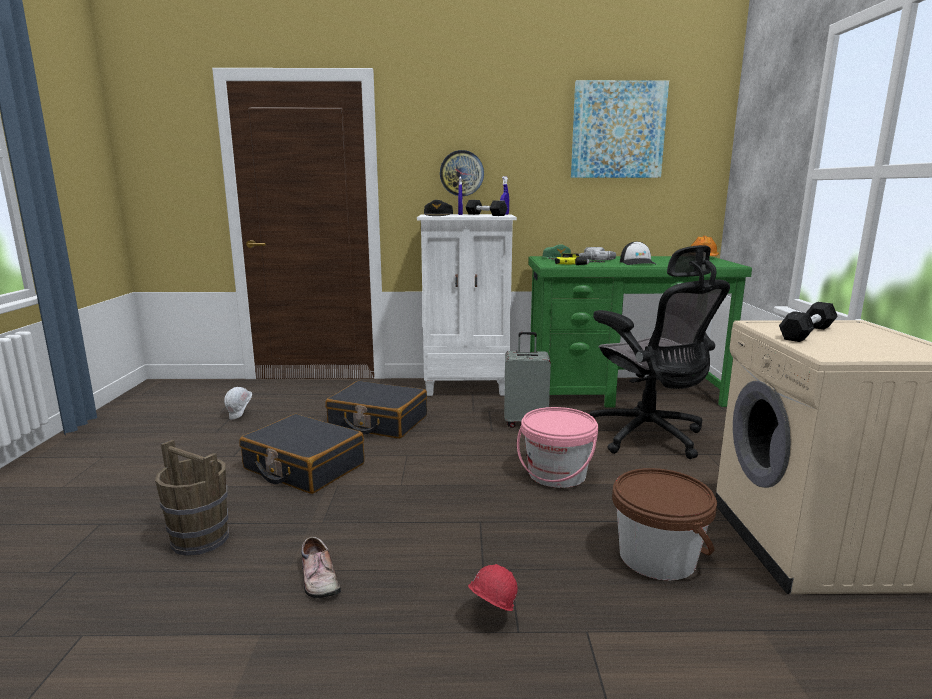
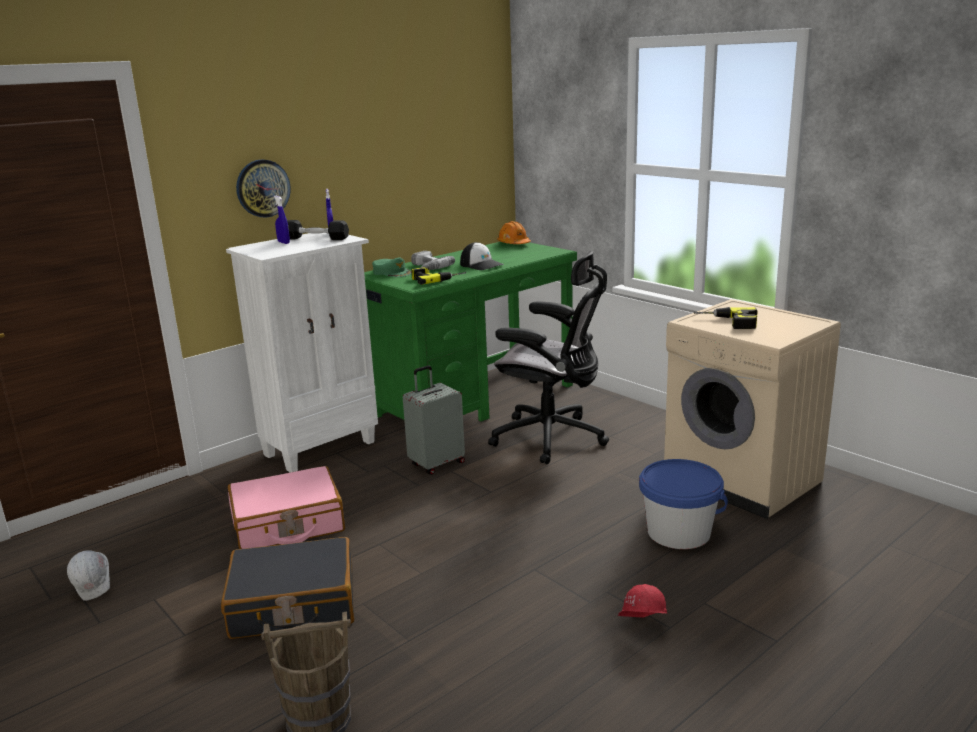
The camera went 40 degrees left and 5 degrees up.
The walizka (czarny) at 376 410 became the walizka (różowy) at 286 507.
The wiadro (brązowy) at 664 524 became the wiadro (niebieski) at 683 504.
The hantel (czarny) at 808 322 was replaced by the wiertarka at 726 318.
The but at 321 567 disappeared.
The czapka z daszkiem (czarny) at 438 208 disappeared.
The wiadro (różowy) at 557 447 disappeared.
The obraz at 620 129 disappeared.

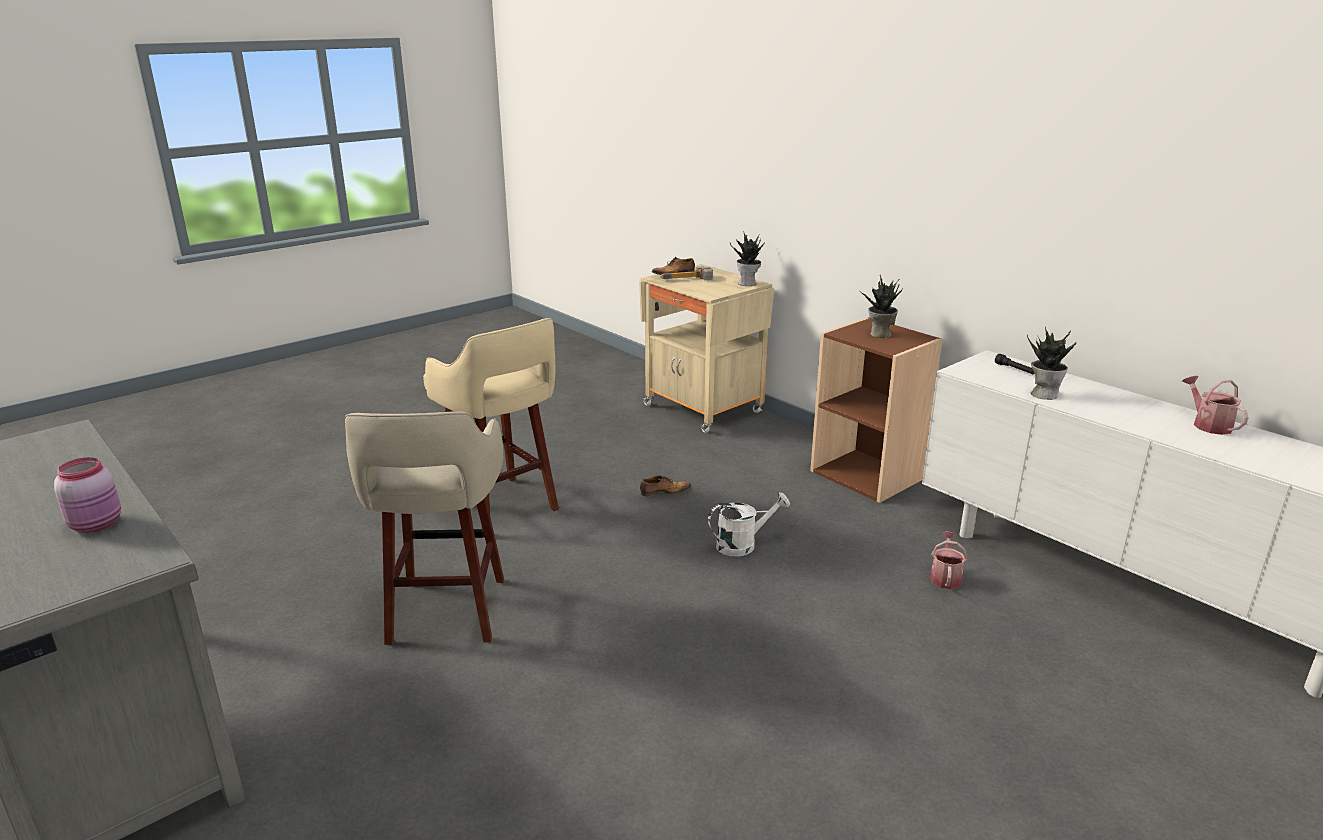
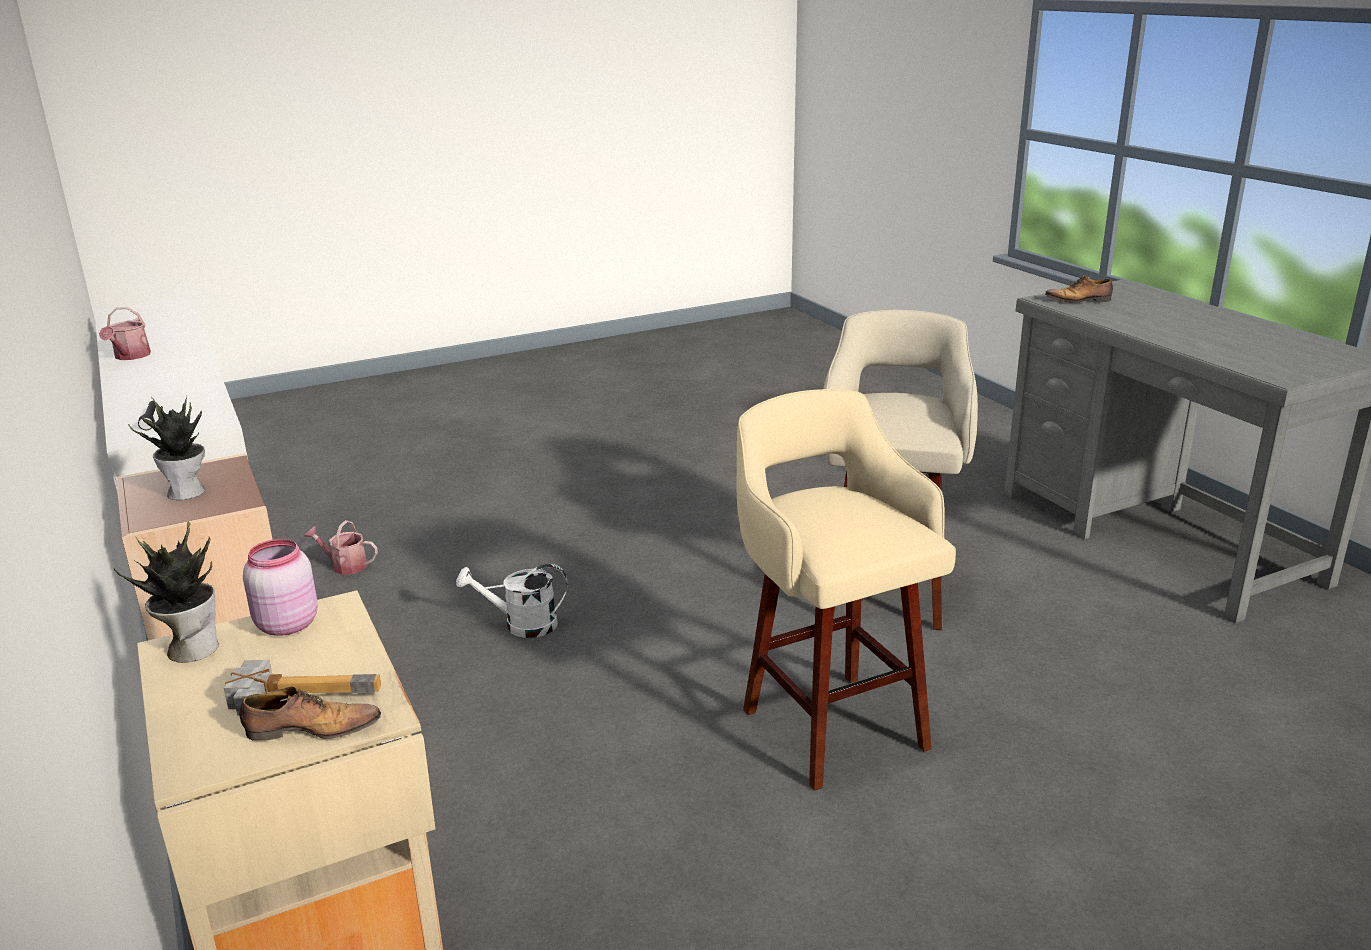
The camera went 165 degrees left and 0 degrees up.
The słoik (różowy) moved from 87 495 to 280 587.
The konewka at 948 560 turned 75 degrees clockwise.
The but moved from 665 485 to 1079 289.
The roślina doniczkowa at 1051 363 disappeared.

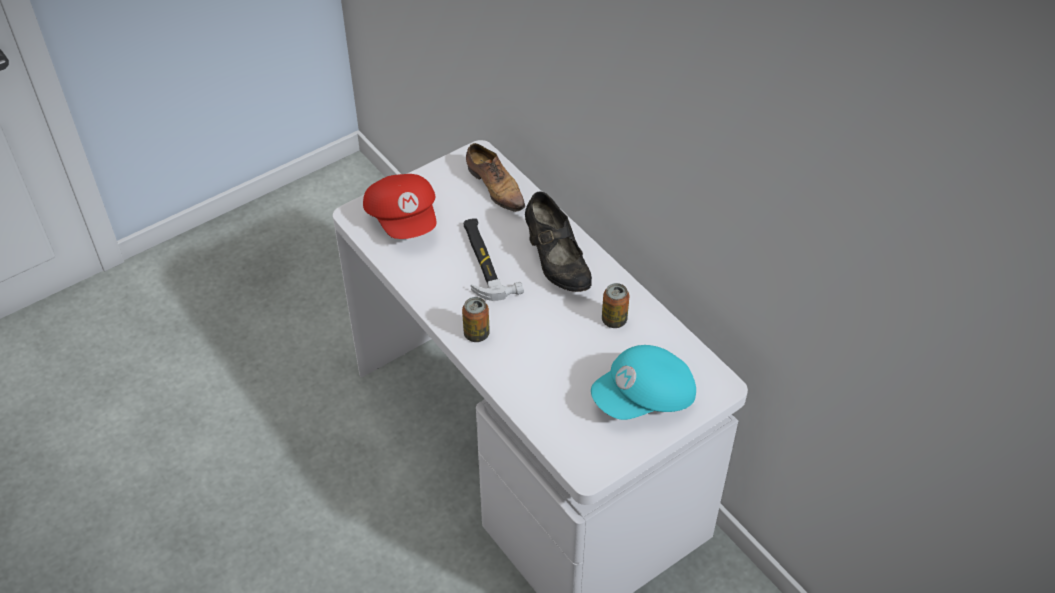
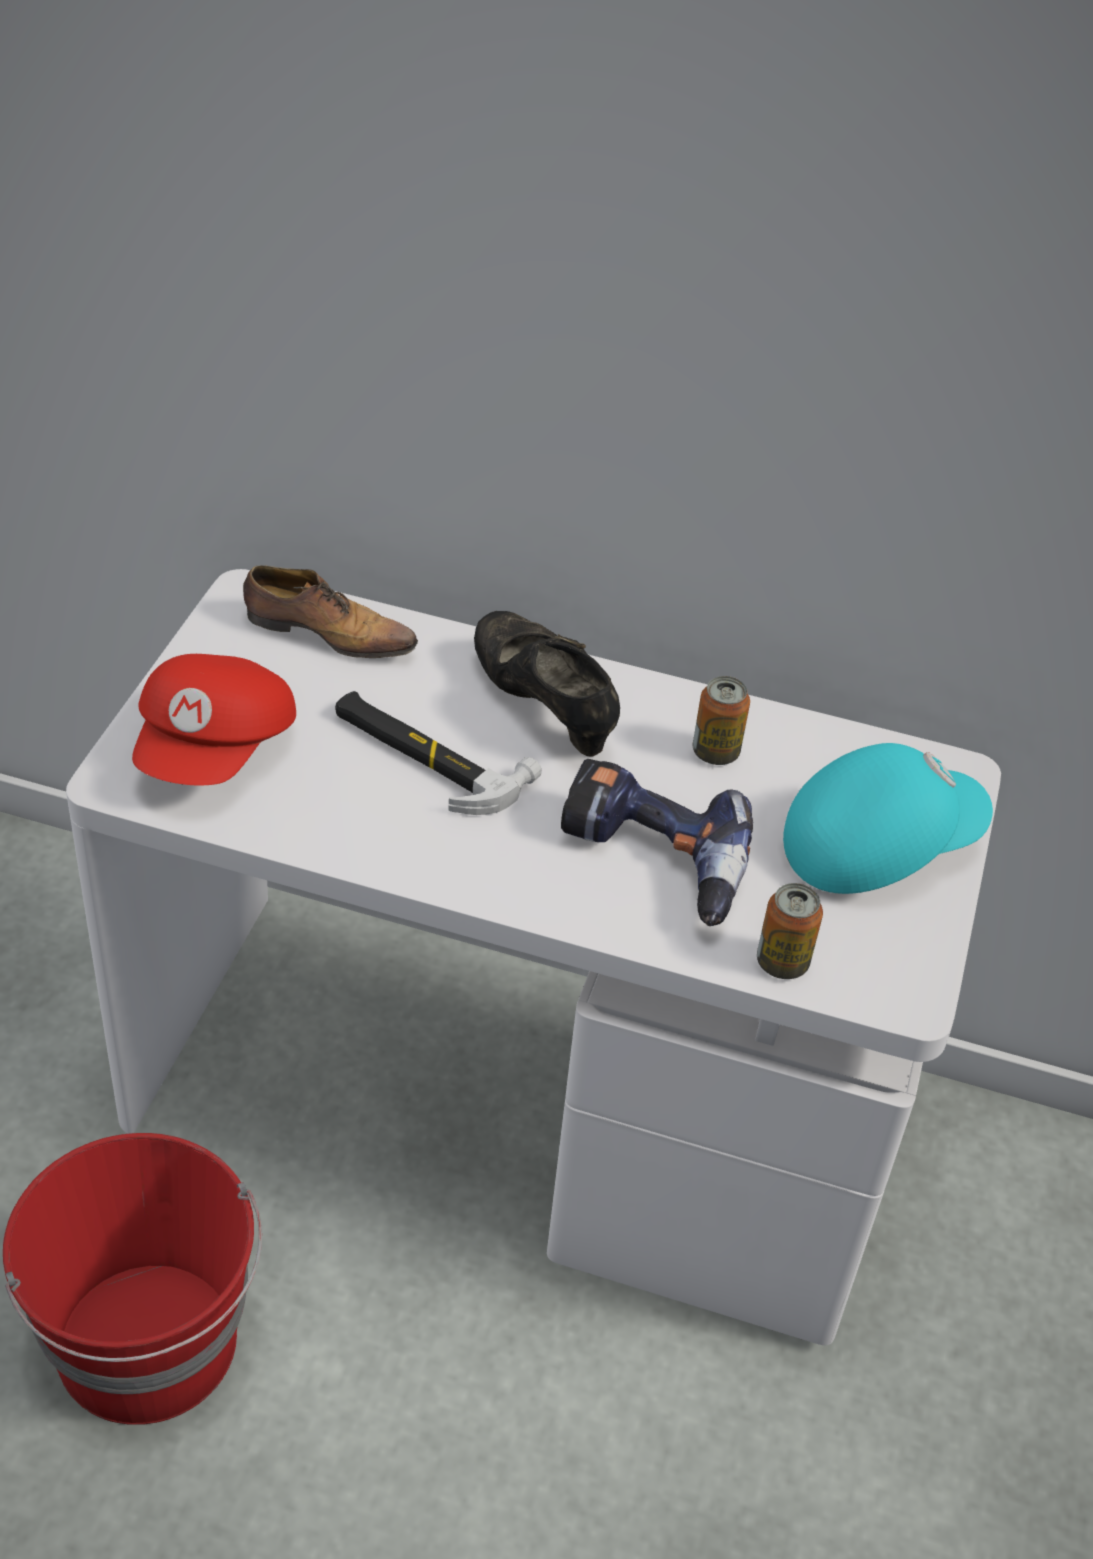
The camera went 40 degrees left and 5 degrees down.
The wiadro (czerwony) at 132 1279 appeared.
The czapka z daszkiem (czerwony) at 399 206 turned 75 degrees clockwise.
The but (czarny) at 558 241 turned 150 degrees counterclockwise.
The wiertarka at 657 842 appeared.
The puszka moved from 476 319 to 790 931.
The czapka z daszkiem (turkusowy) at 643 382 turned 135 degrees counterclockwise.

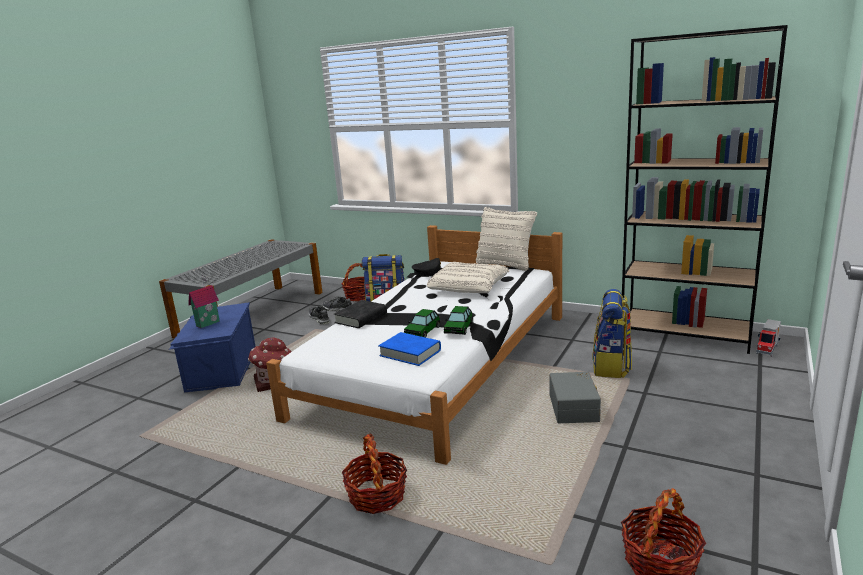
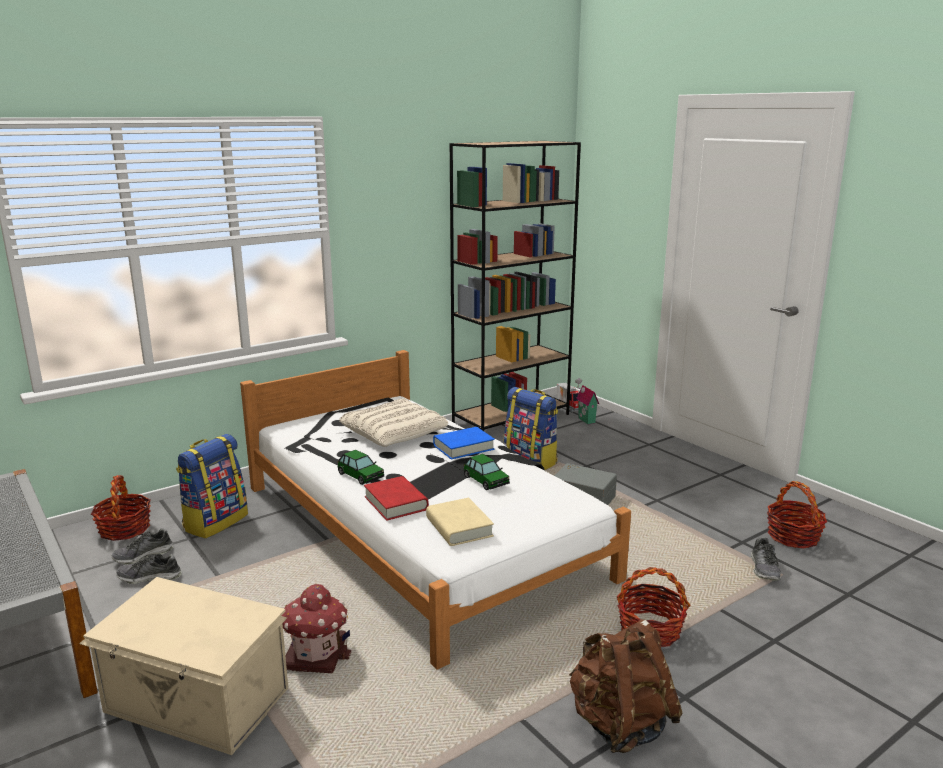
The camera went 65 degrees left and 0 degrees up.
The pojemnik do przechowywania (niebieski) at 212 347 became the pojemnik do przechowywania (beżowy) at 183 666.
The samochodzik moved from 458 320 to 361 467.
The książka (czarny) at 360 314 became the książka (czerwony) at 396 498.
The książka (beżowy) at 460 522 appeared.
The książka (niebieski) moved from 409 349 to 464 443.
The plecak (brązowy) at 626 686 appeared.
The domek moved from 204 302 to 587 401.
The but at 766 559 appeared.
The czapka z daszkiem (czarny) at 427 267 disappeared.
The poduszka (beżowy) at 506 239 disappeared.

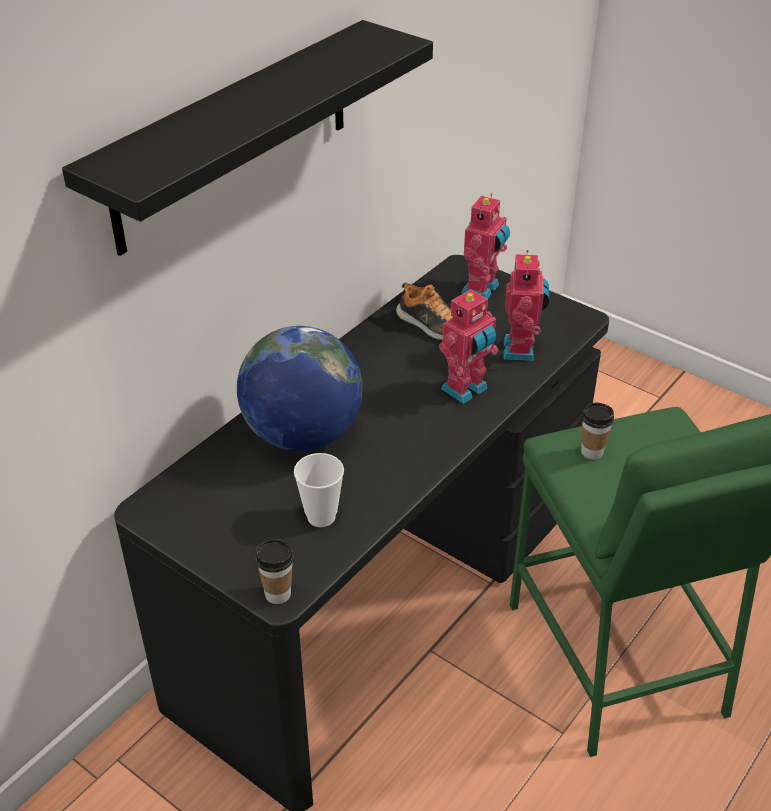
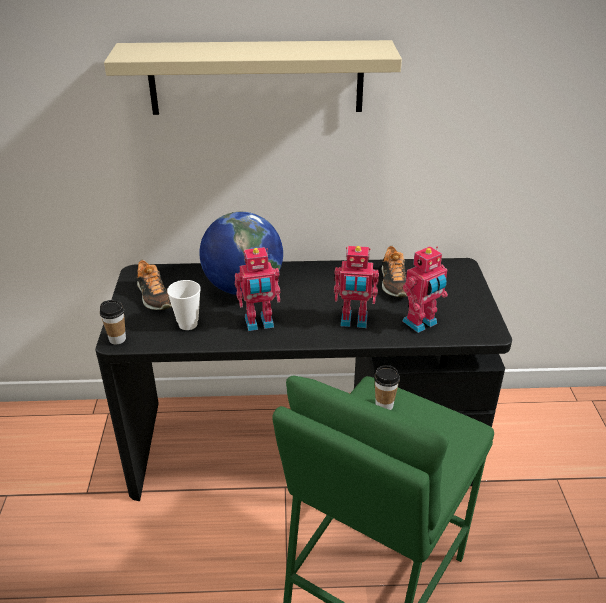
The camera went 50 degrees right and 5 degrees down.
The półka (czarny) at 247 138 became the półka (beżowy) at 253 77.
The but at 154 285 appeared.
The robot zabawkowy moved from 486 246 to 257 289.

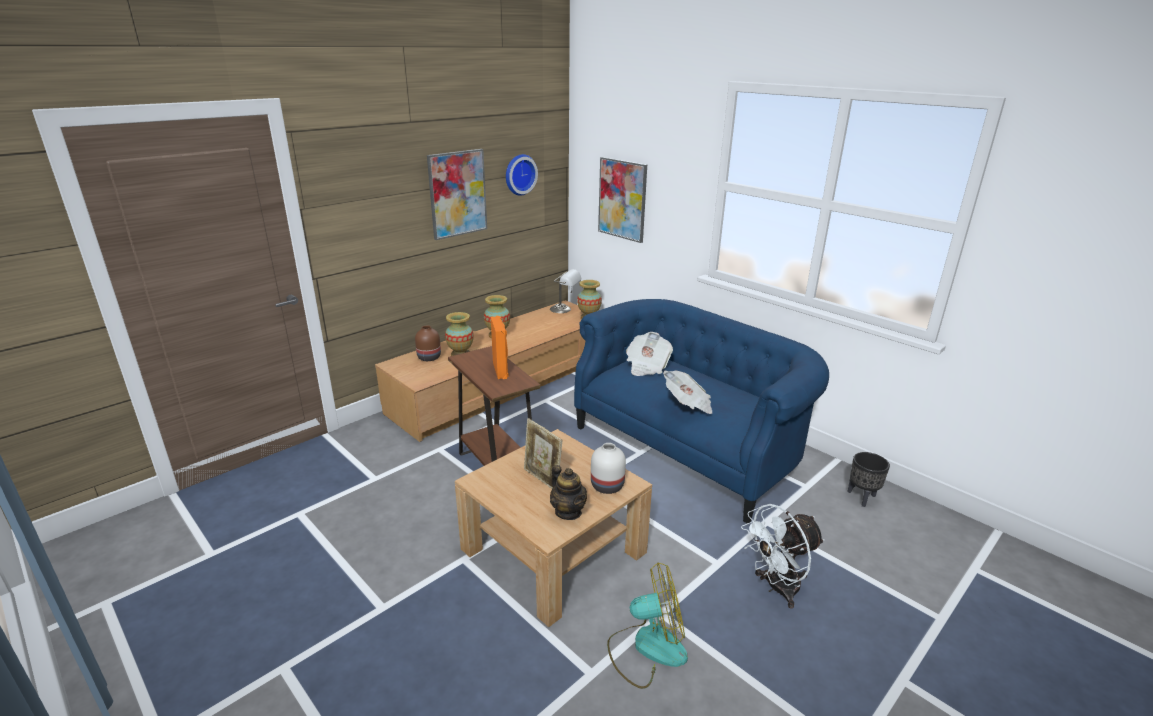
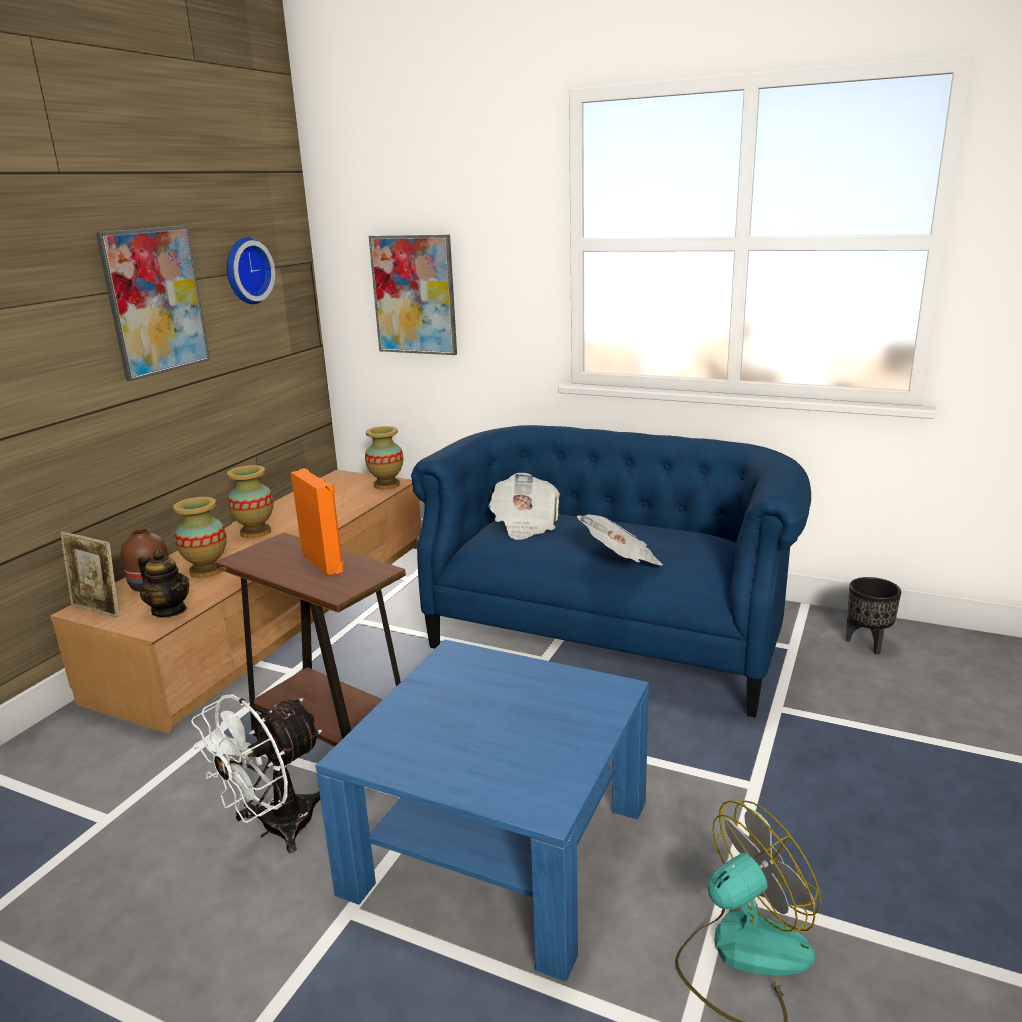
The camera went 20 degrees left and 5 degrees down.
The ramka na zdjęcie moved from 543 453 to 89 574.
The imbryk moved from 568 492 to 164 583.
The wentylator (biały) moved from 783 556 to 256 773.
The ława (brązowy) at 553 528 became the ława (niebieski) at 482 810.
The lampa stołowa (biały) at 566 291 disappeared.
The wazon (biały) at 608 468 disappeared.

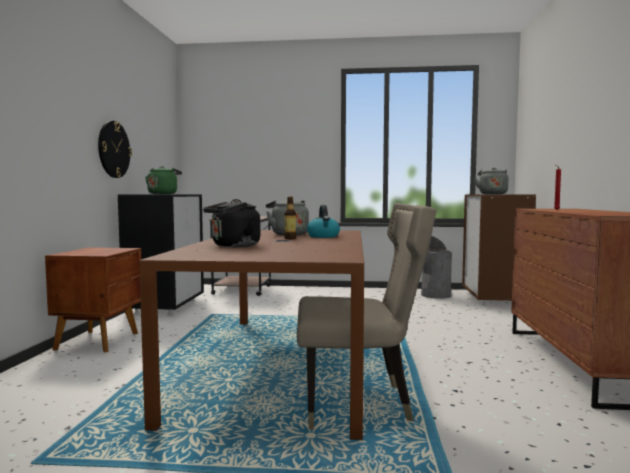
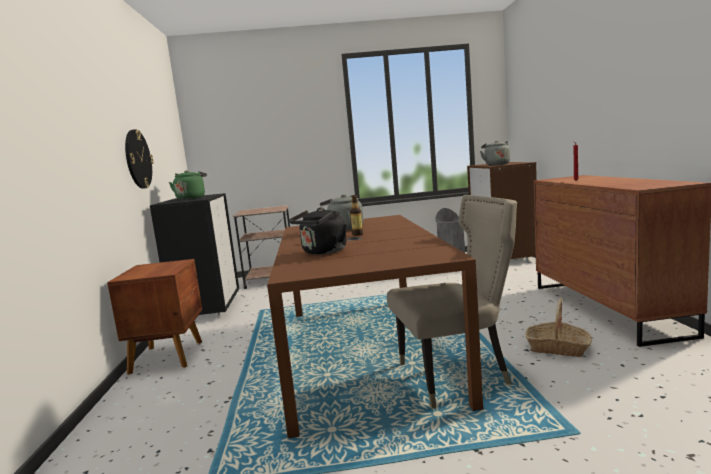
The camera went 10 degrees left and 5 degrees up.
The koszyk at 558 327 appeared.
The czajnik at 323 221 disappeared.

